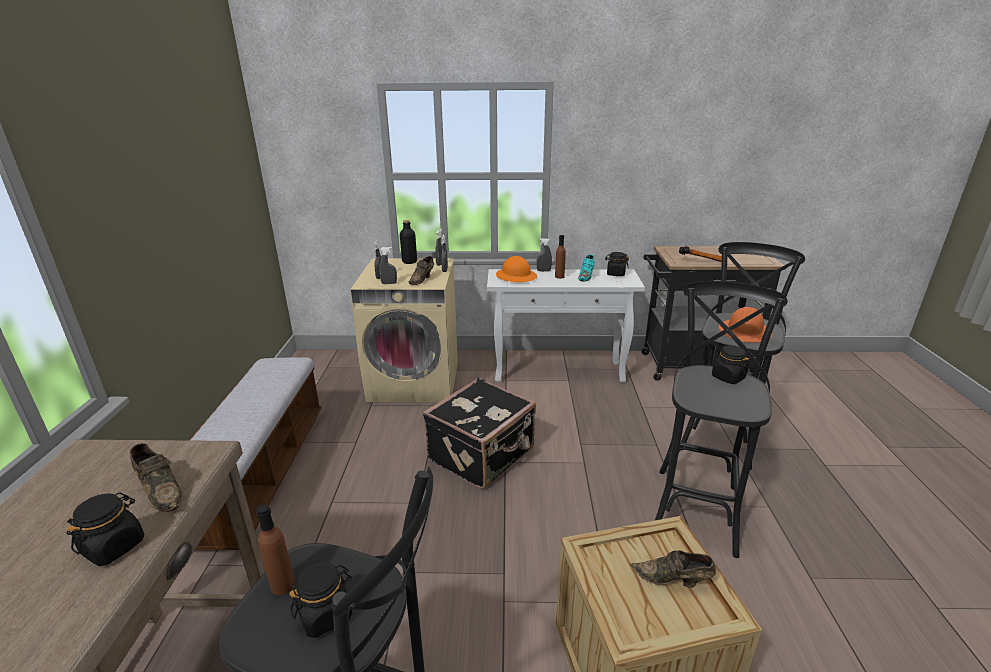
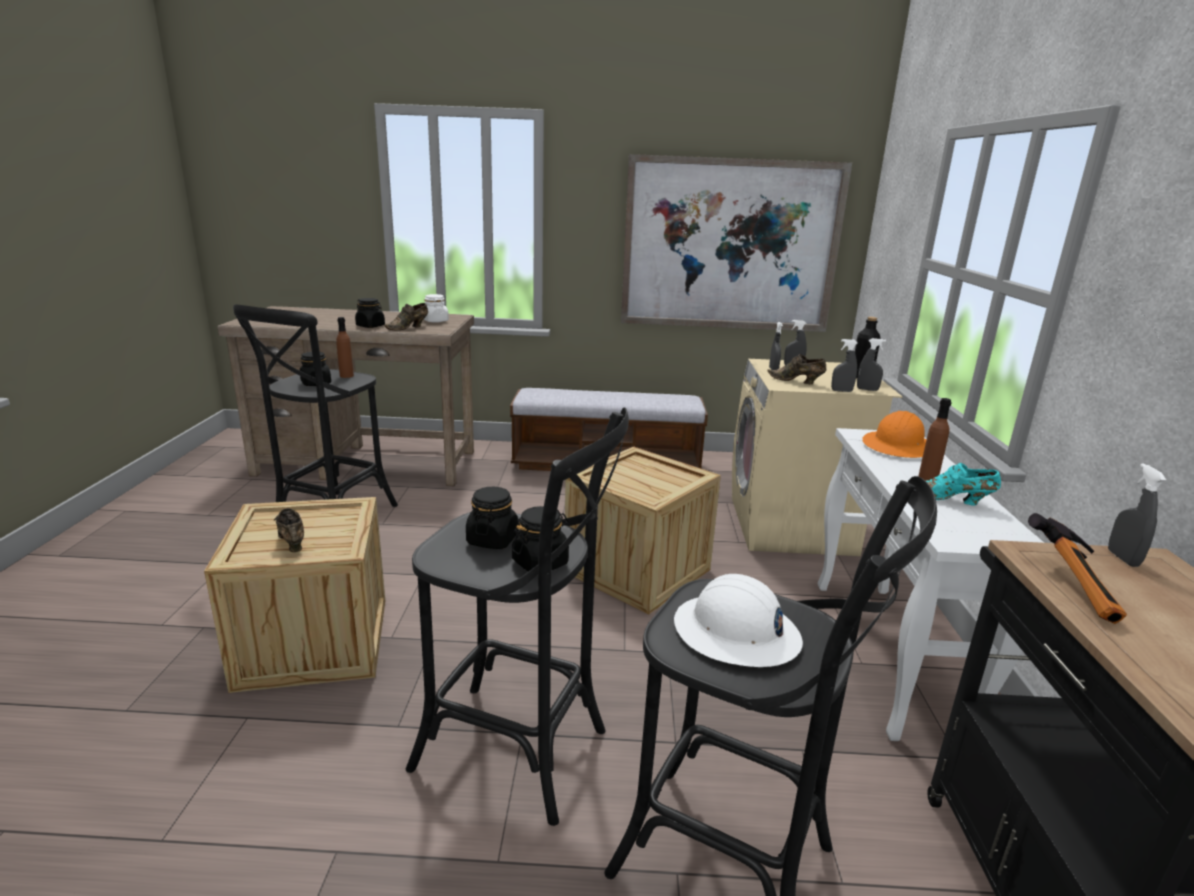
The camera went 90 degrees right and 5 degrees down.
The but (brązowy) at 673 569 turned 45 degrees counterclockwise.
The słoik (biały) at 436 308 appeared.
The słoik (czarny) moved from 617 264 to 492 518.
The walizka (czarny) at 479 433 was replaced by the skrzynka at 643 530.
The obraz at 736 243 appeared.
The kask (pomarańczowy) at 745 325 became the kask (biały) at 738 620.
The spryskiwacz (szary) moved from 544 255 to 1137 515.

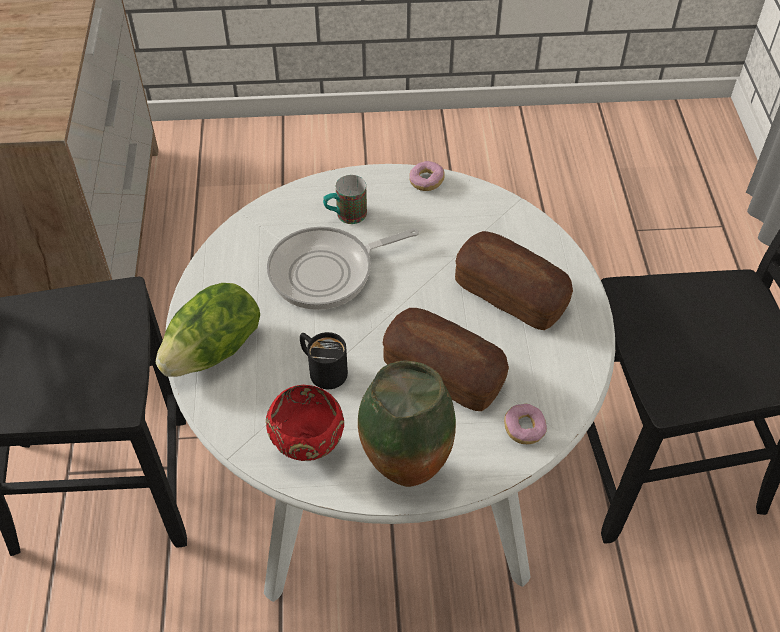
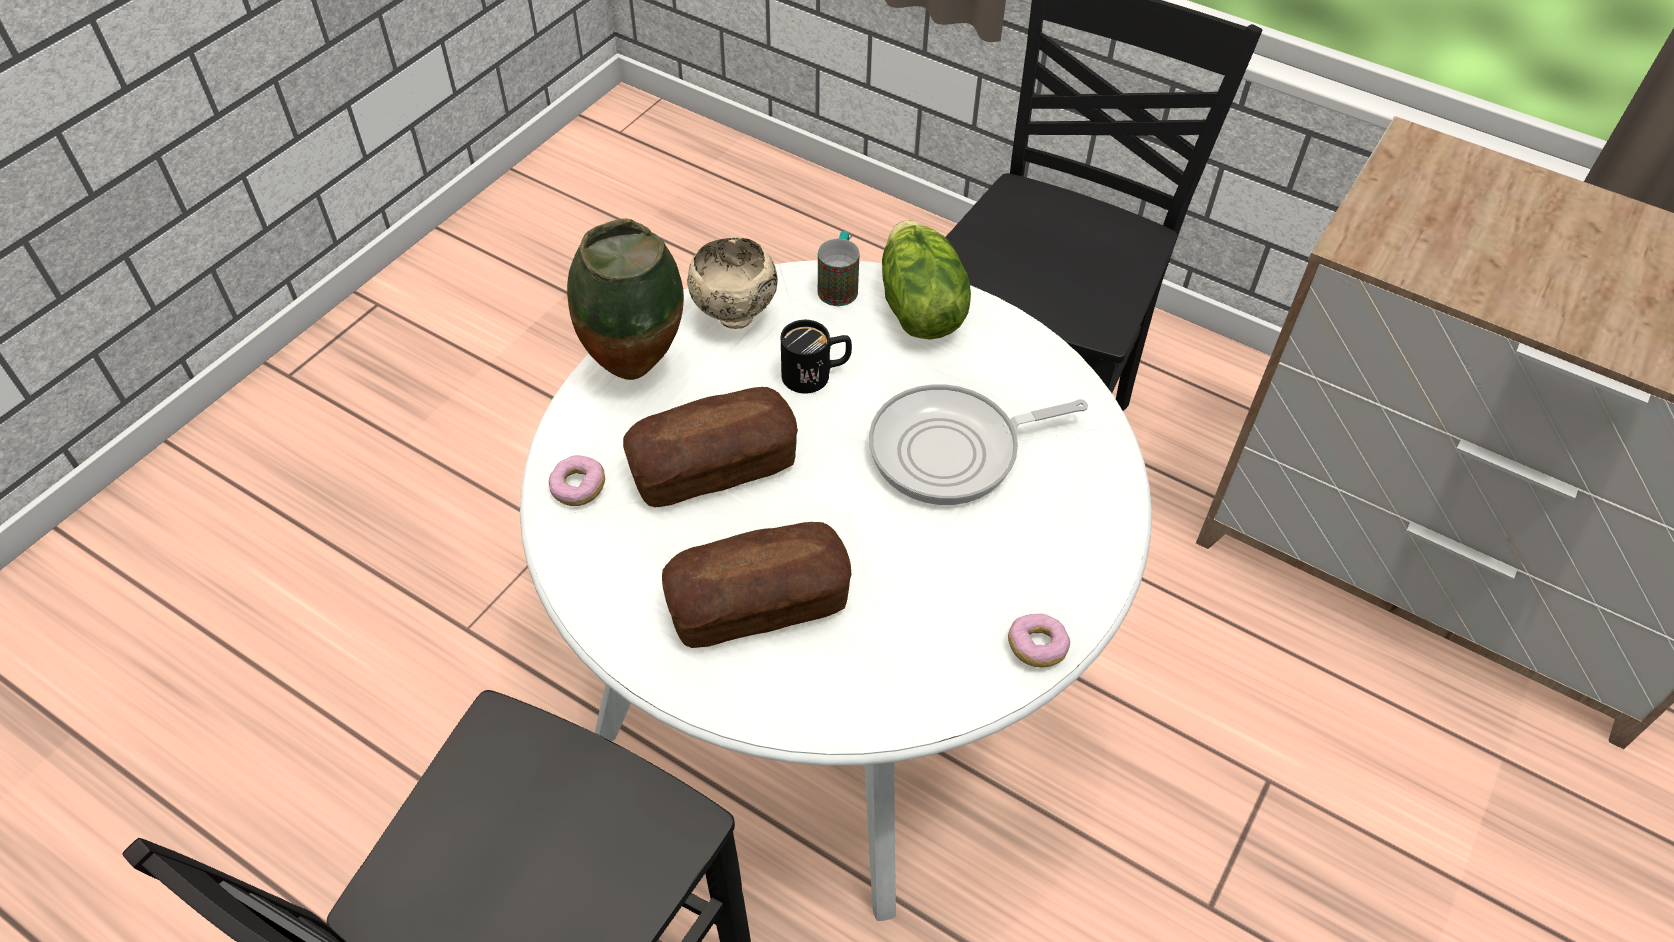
The camera went 125 degrees right and 0 degrees up.
The miska (czerwony) at 305 423 became the miska (beżowy) at 732 283.
The kubek moved from 345 199 to 839 268.
The patelnia at 343 268 turned 120 degrees counterclockwise.

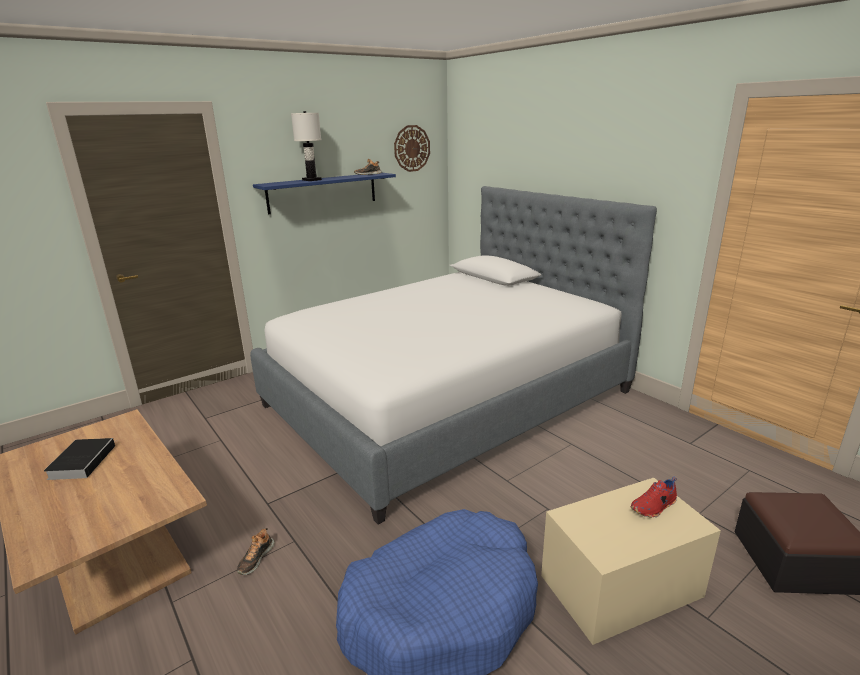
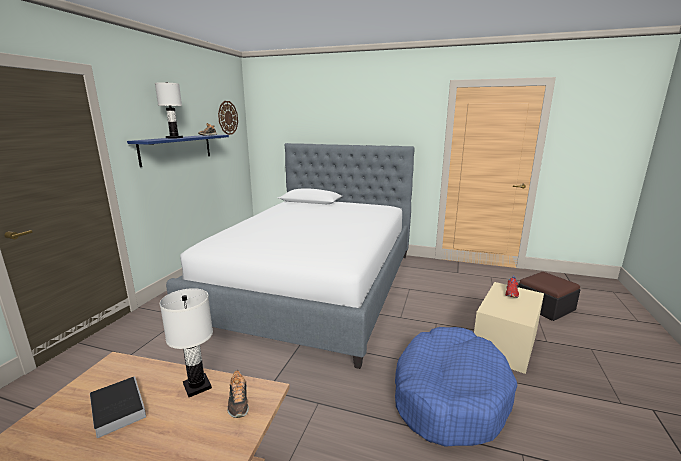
The camera went 35 degrees left and 5 degrees down.
The lampa stołowa (biały) at 186 342 appeared.
The but moved from 256 551 to 238 394.

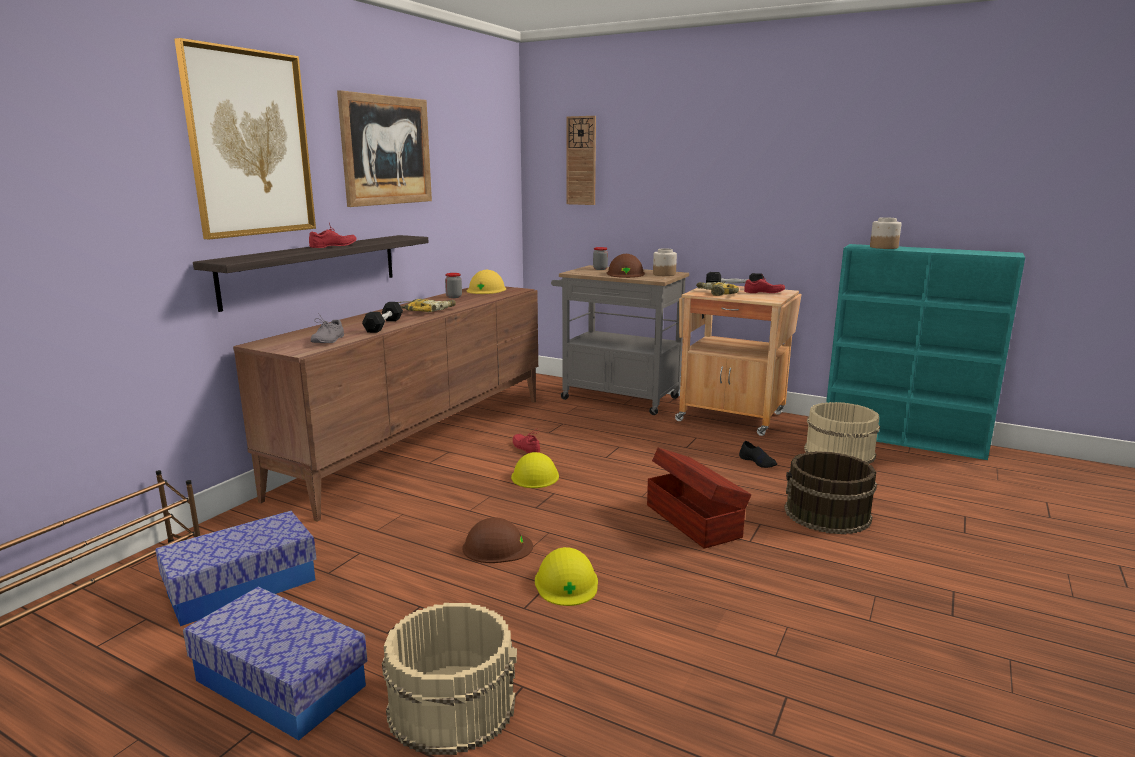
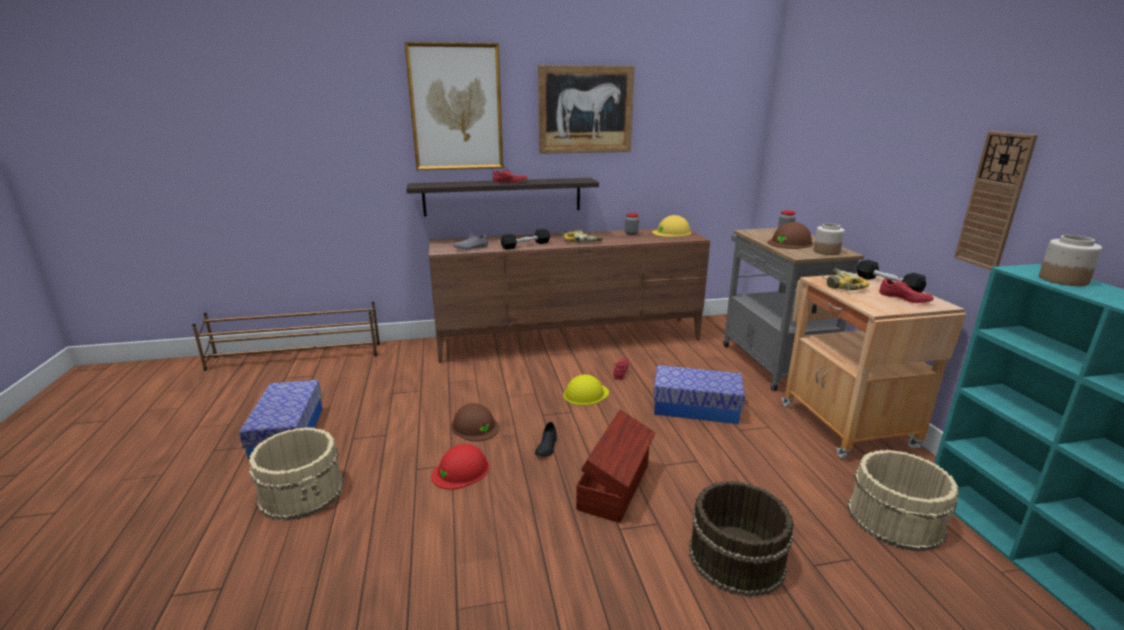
The camera went 50 degrees right and 5 degrees up.
The kask (żółty) at 566 576 became the kask (czerwony) at 460 467.
The but (czarny) moved from 758 454 to 546 439.
The pojemnik do przechowywania moved from 235 568 to 699 394.
The zegar ścienny moved from 581 160 to 996 200.

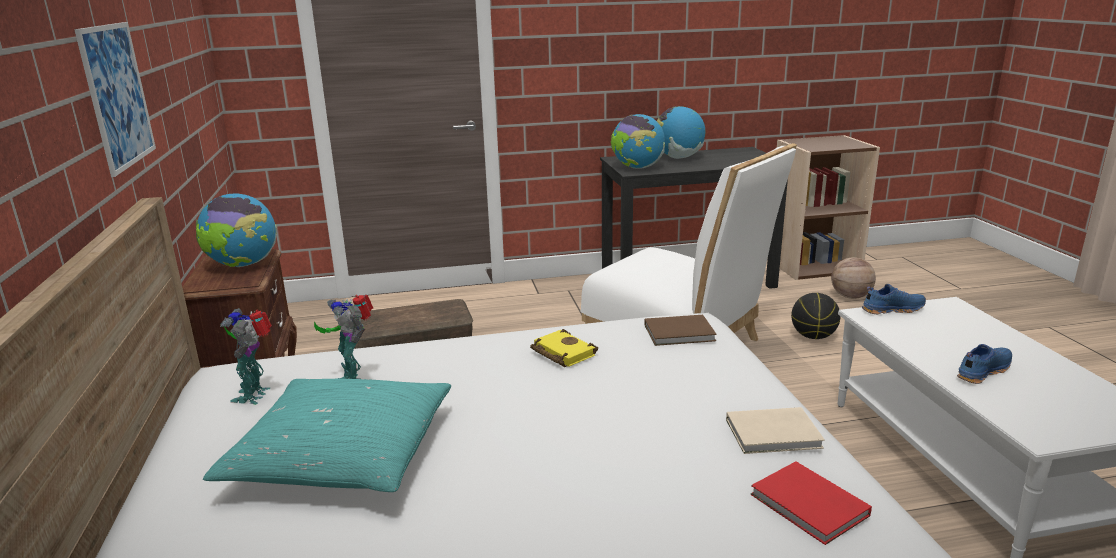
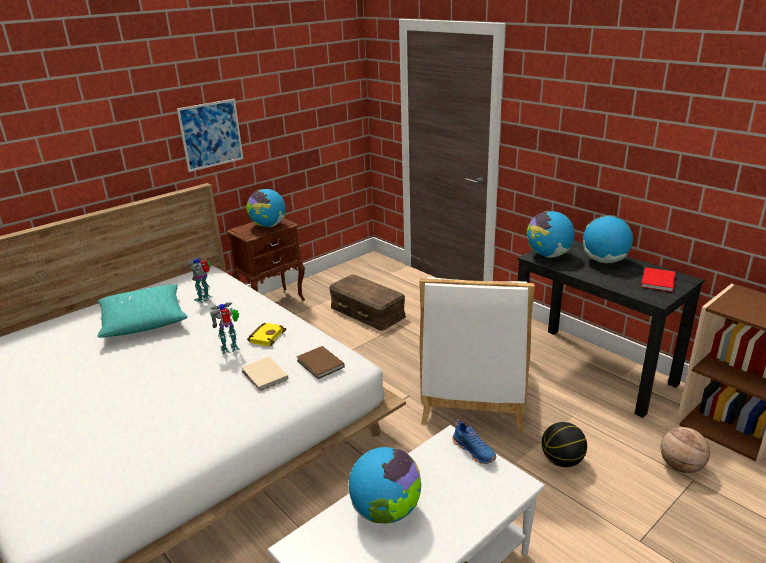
The camera went 60 degrees right and 5 degrees up.
The robot zabawkowy moved from 246 356 to 225 328.
The książka (beżowy) moved from 775 430 to 265 373.
The but (niebieski) at 984 364 was replaced by the globus at 385 485.
The książka (czerwony) moved from 811 503 to 658 279.

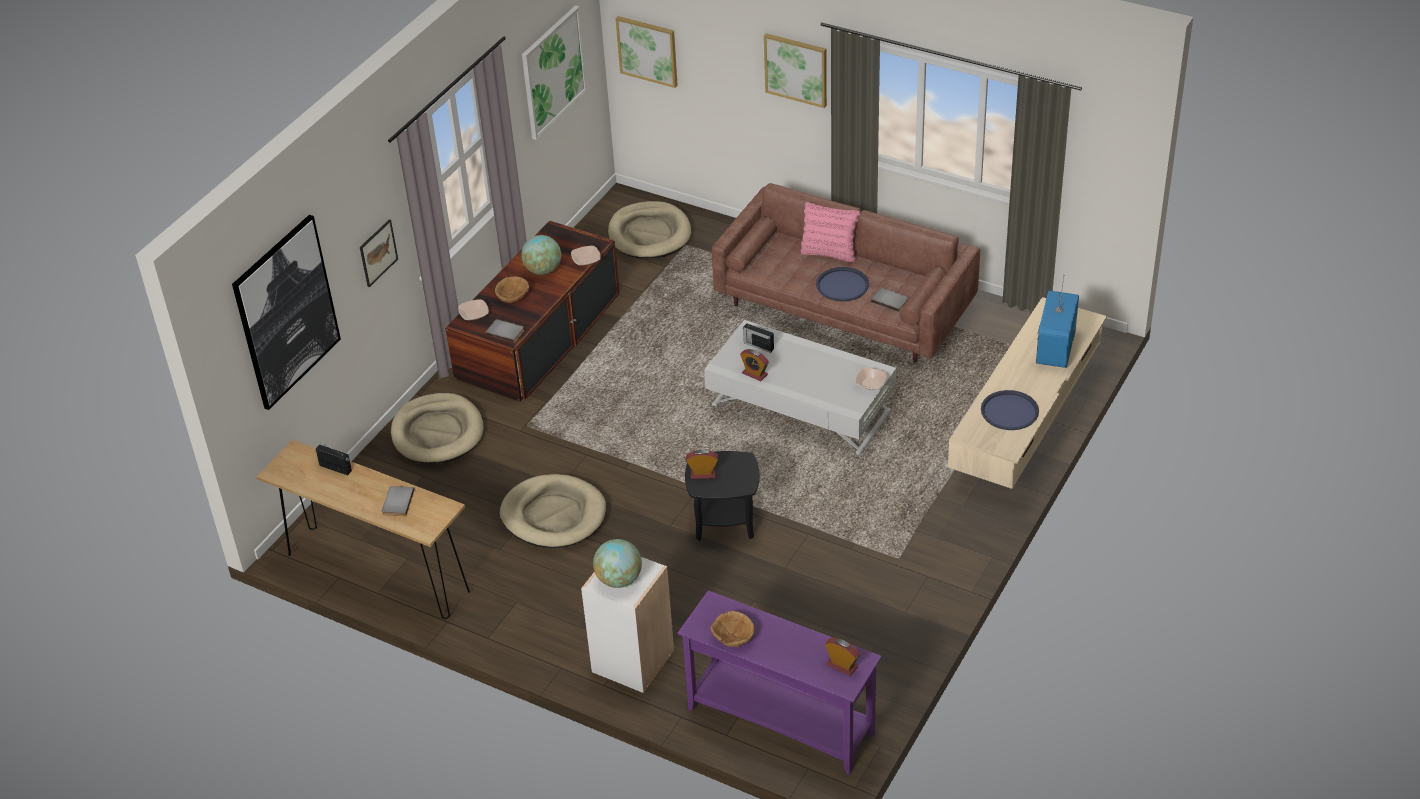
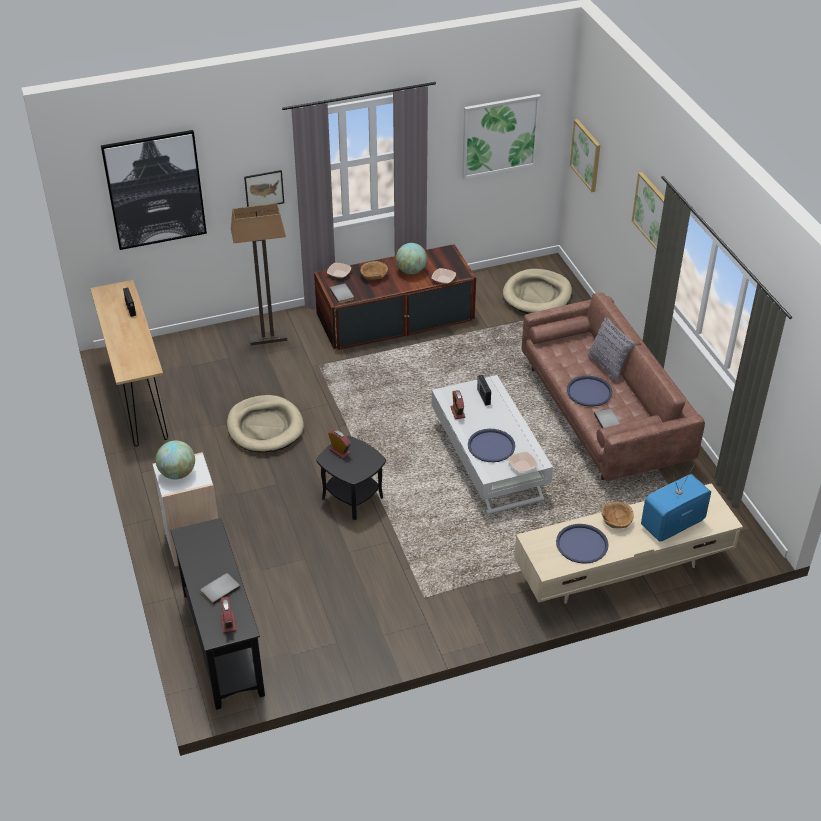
The camera went 40 degrees right and 0 degrees up.
The stolik konsolowy (fioletowy) at 780 682 became the stolik konsolowy (czarny) at 217 614.
The książka (szary) moved from 398 501 to 220 589.
The legowisko (beżowy) at 437 428 was replaced by the lampa stojąca at 259 274.
The taca (niebieski) at 491 445 appeared.
The poduszka (różowy) at 830 232 became the poduszka (szary) at 611 349.
The miska (brązowy) moved from 733 629 to 617 515.

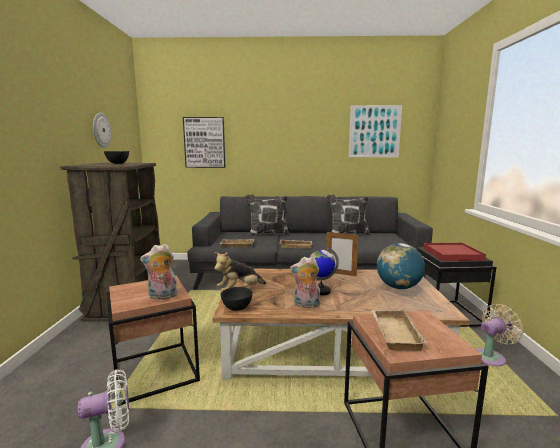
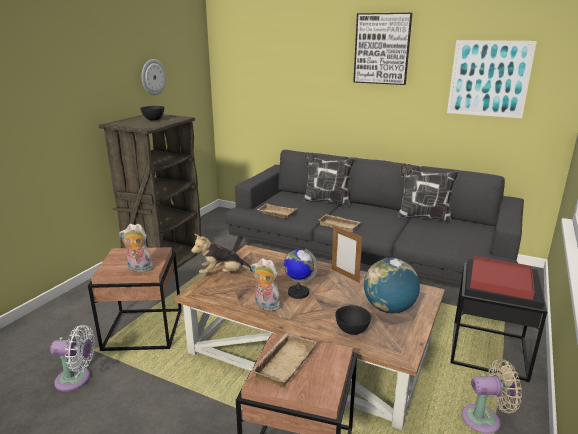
The camera went 25 degrees right and 10 degrees up.
The miska (czarny) moved from 237 299 to 353 320.
The obraz moved from 204 142 to 382 49.

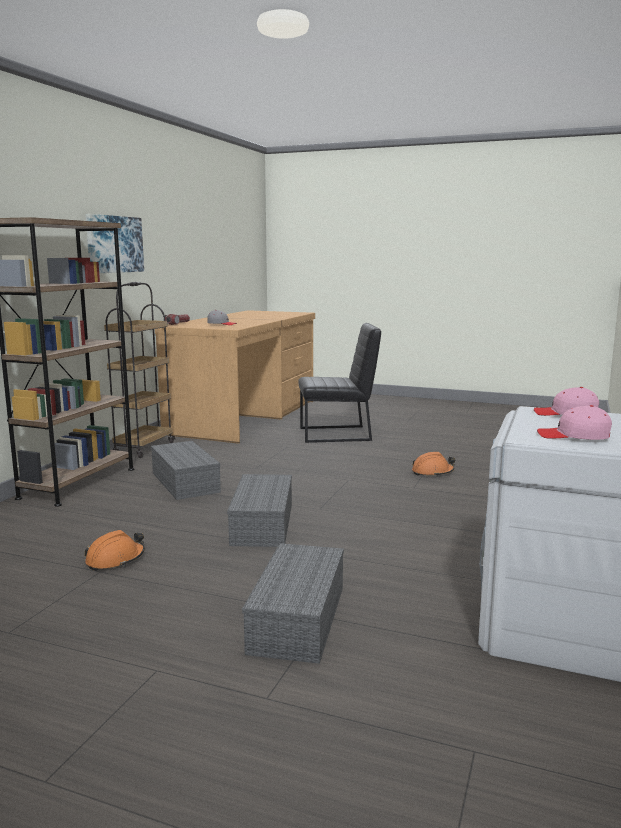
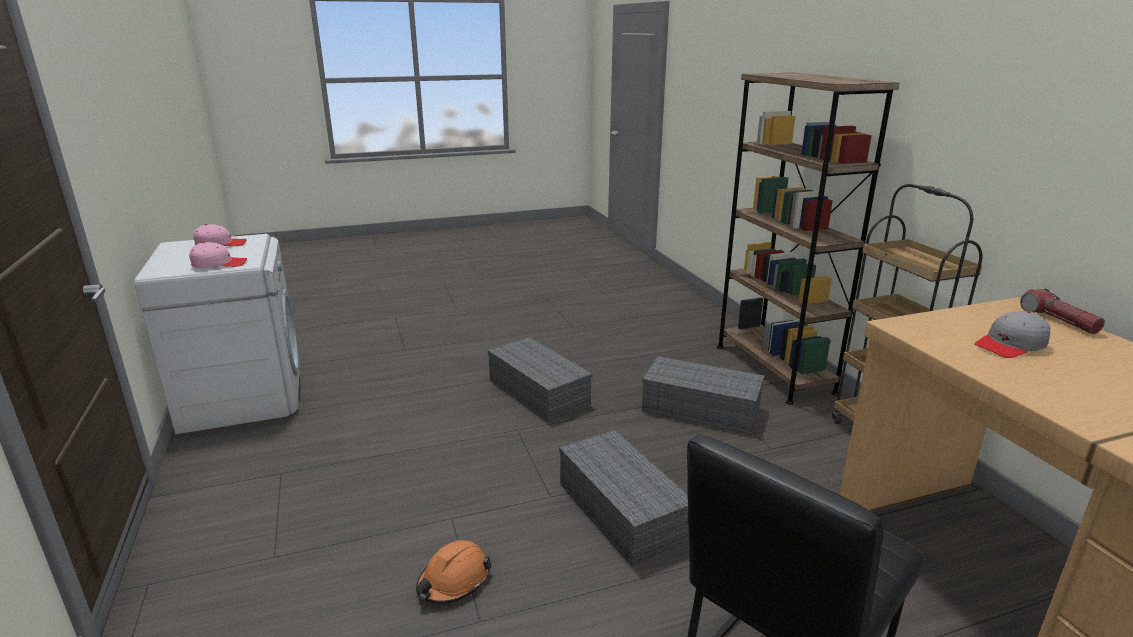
The camera went 140 degrees right and 10 degrees up.
The pojemnik do przechowywania (szary) moved from 293 603 to 624 498.
The obraz at 114 243 disappeared.
The kask (pomarańczowy) at 115 550 disappeared.

